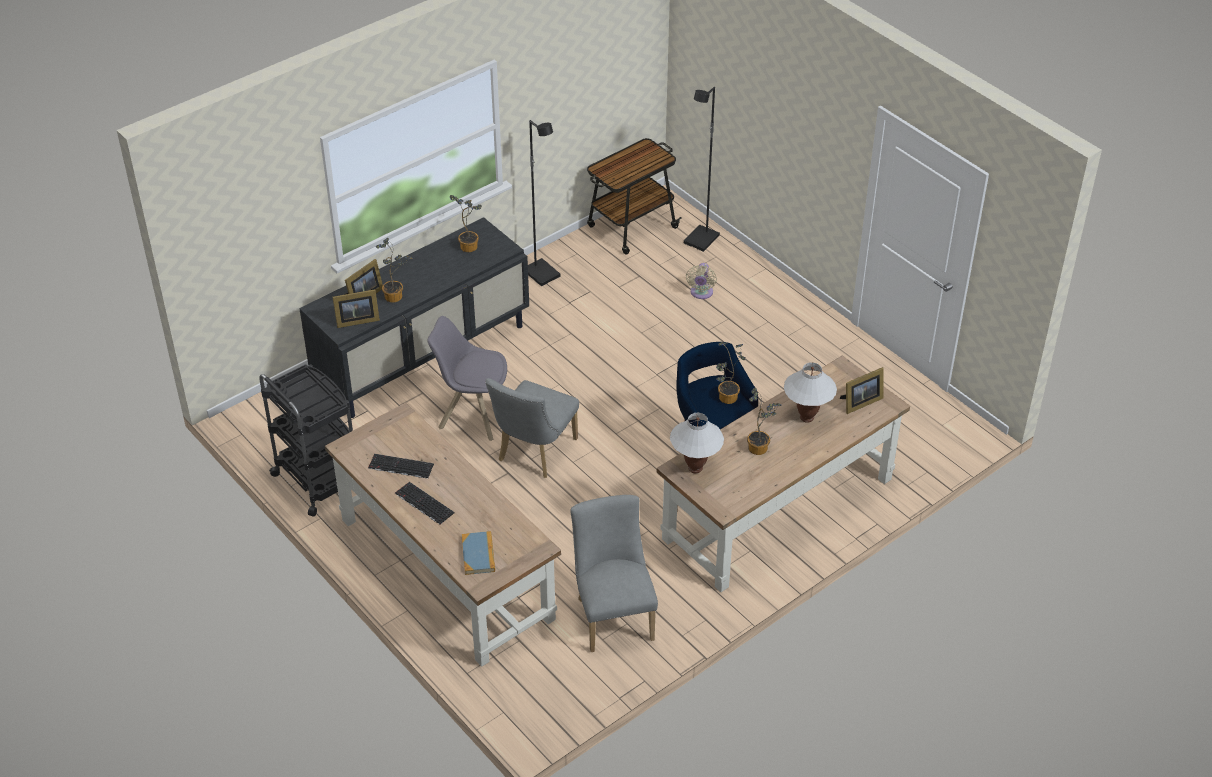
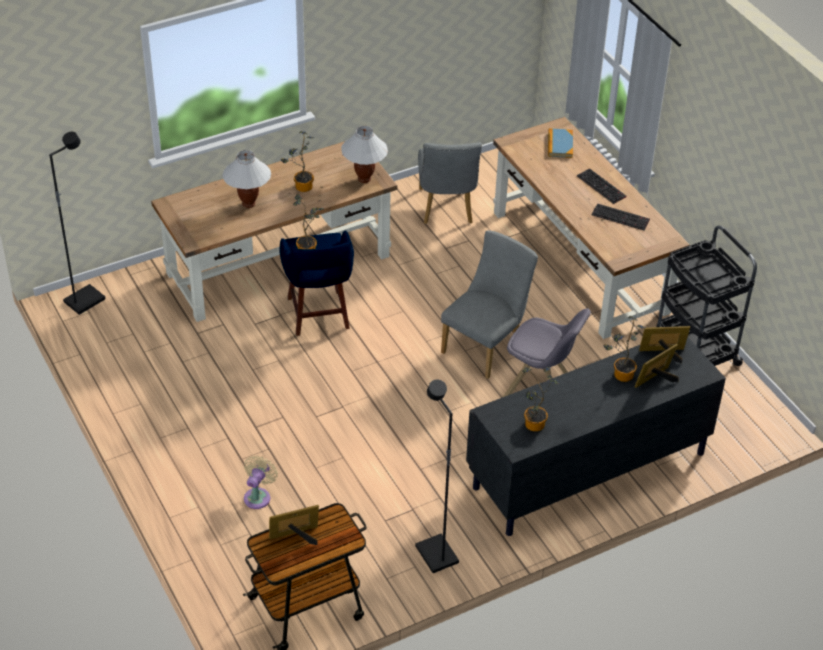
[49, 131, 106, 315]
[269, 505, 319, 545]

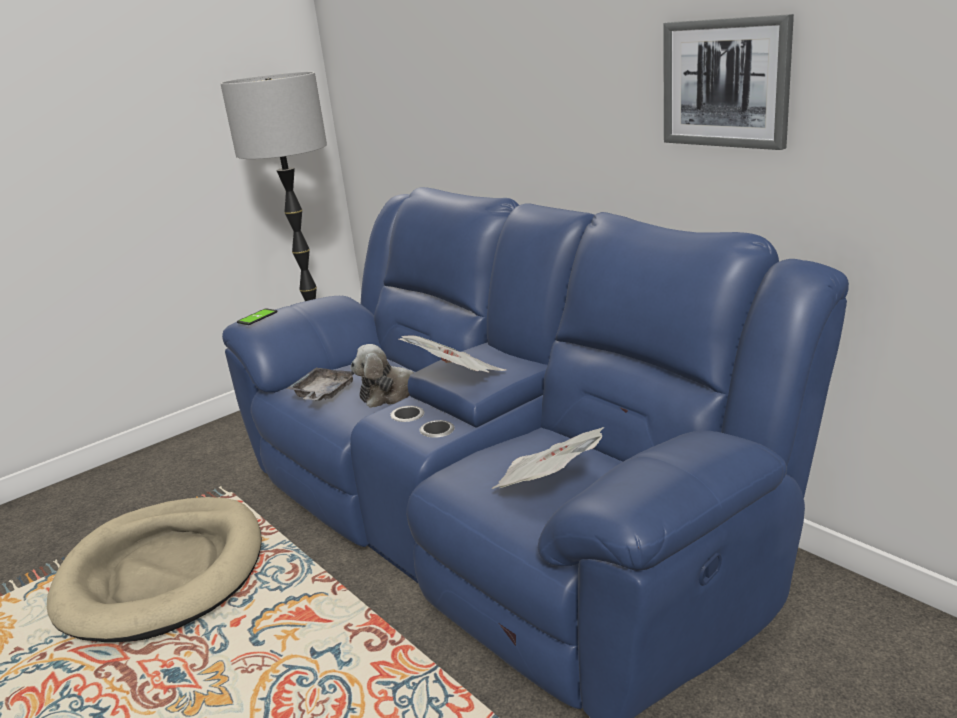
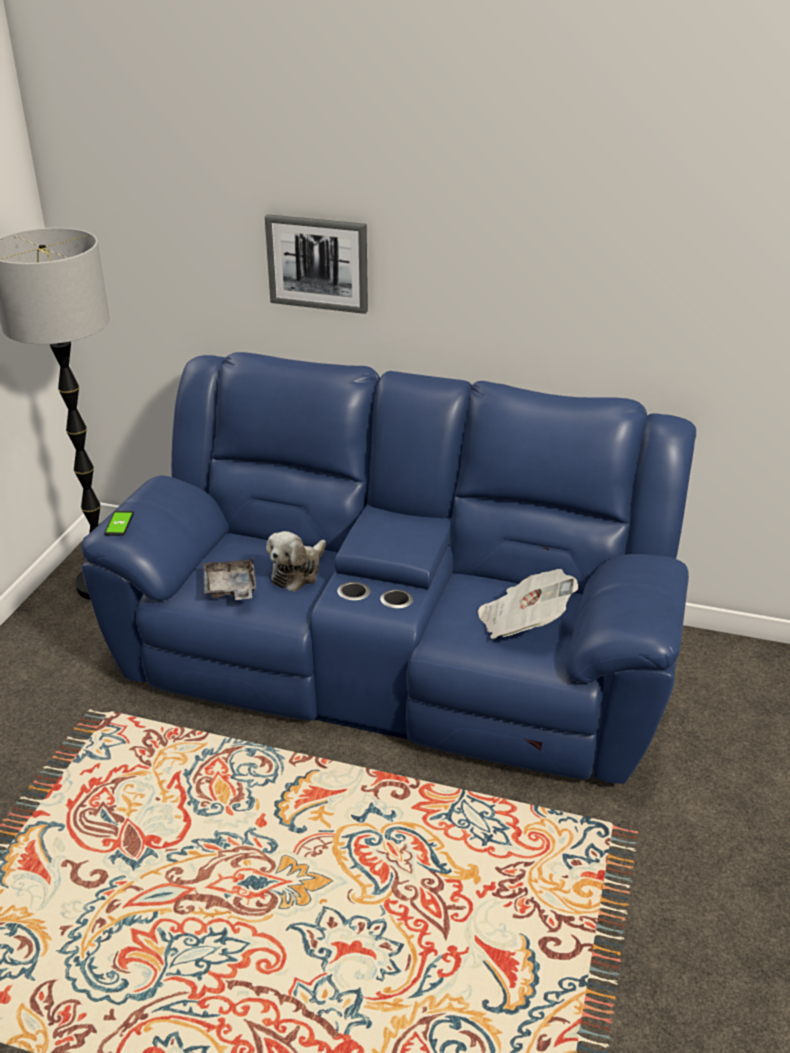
[47, 497, 262, 642] (first image)
[399, 335, 506, 373] (first image)
[265, 214, 368, 314]

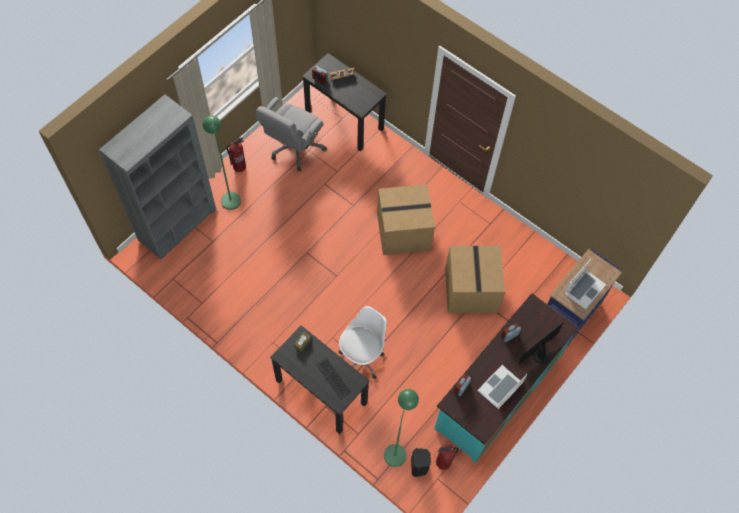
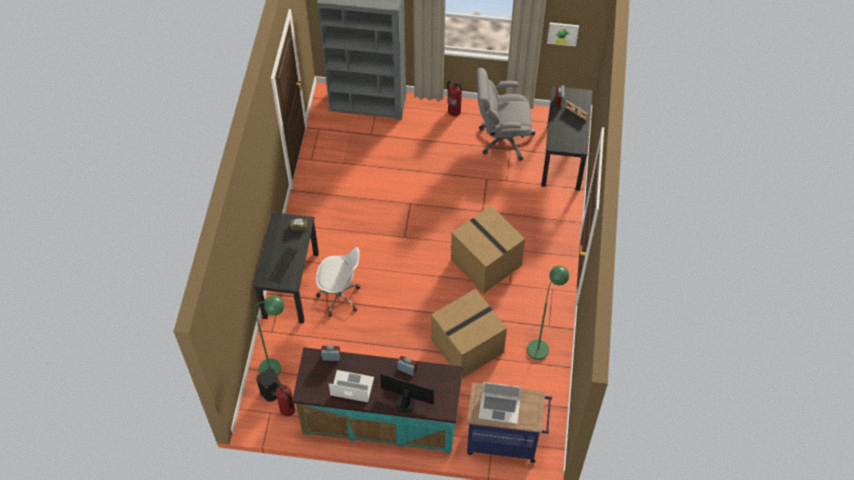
[547, 23, 579, 47]
[527, 266, 569, 360]

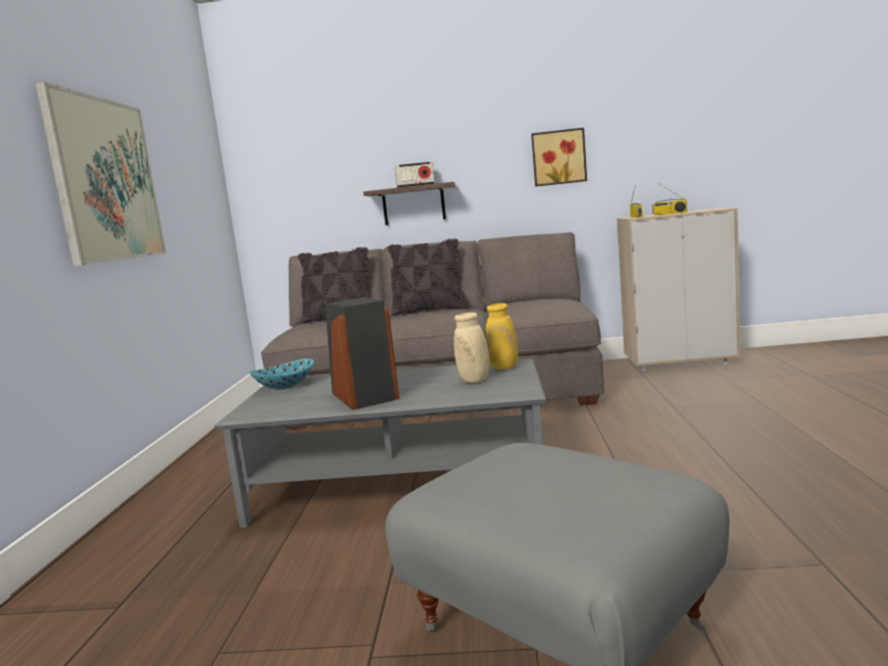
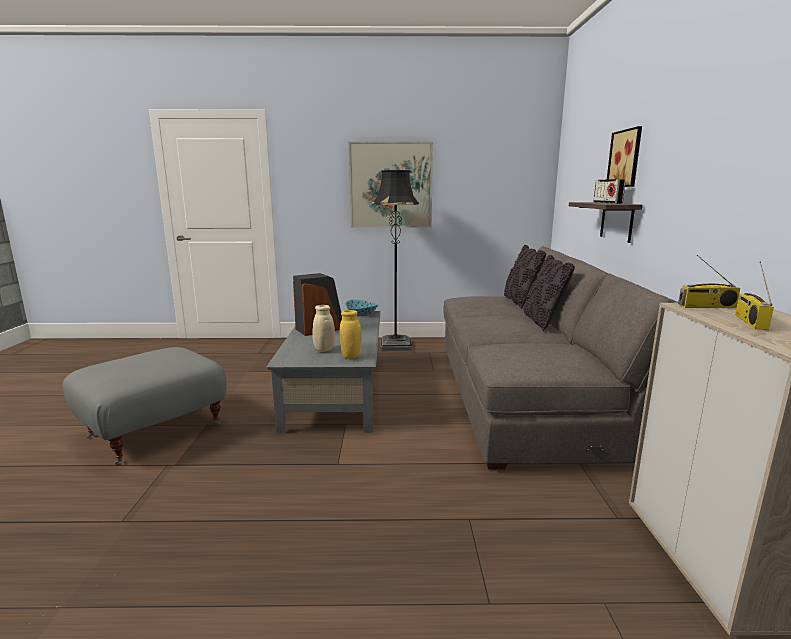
[372, 170, 419, 352]
[607, 126, 642, 187]

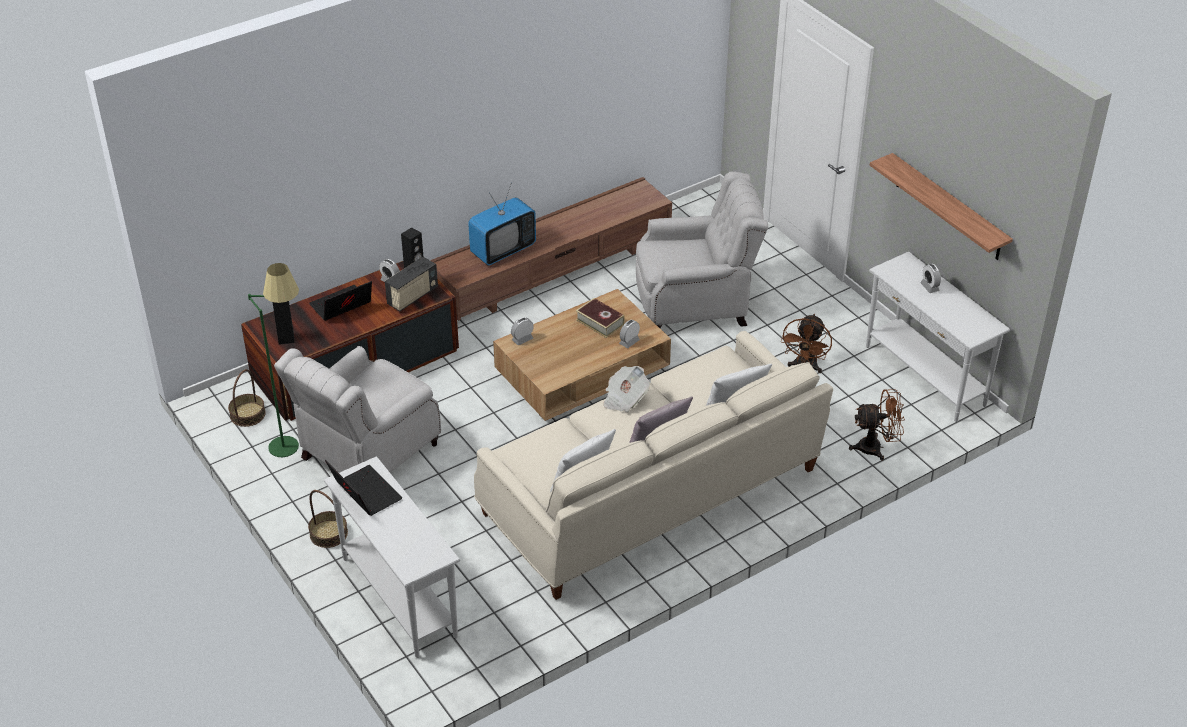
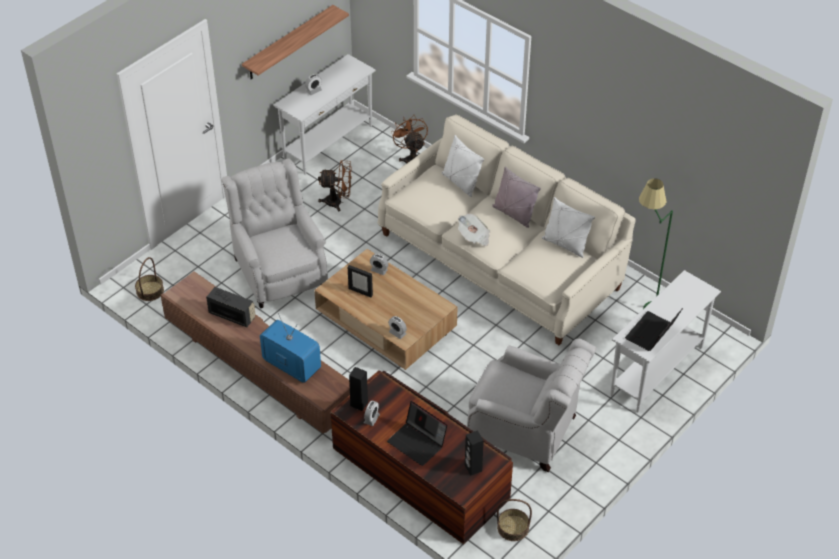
[639, 178, 673, 309]
[135, 257, 164, 301]
[206, 287, 255, 328]
[348, 265, 373, 297]

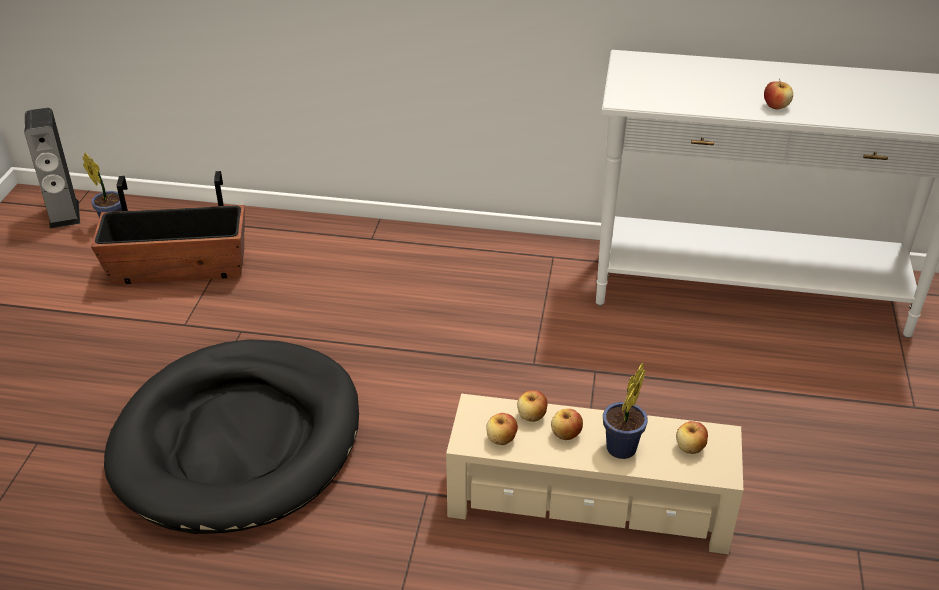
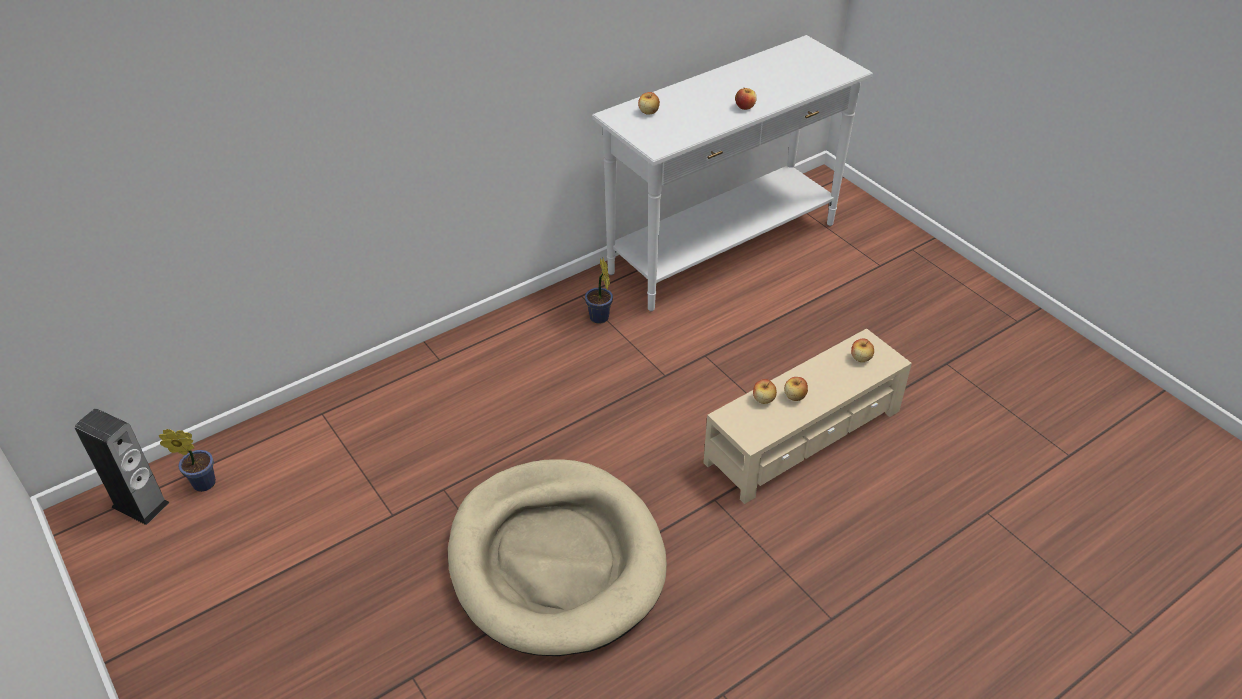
[91, 171, 245, 284] (first image)
[638, 92, 660, 115]
[585, 258, 613, 324]
[448, 459, 667, 656]

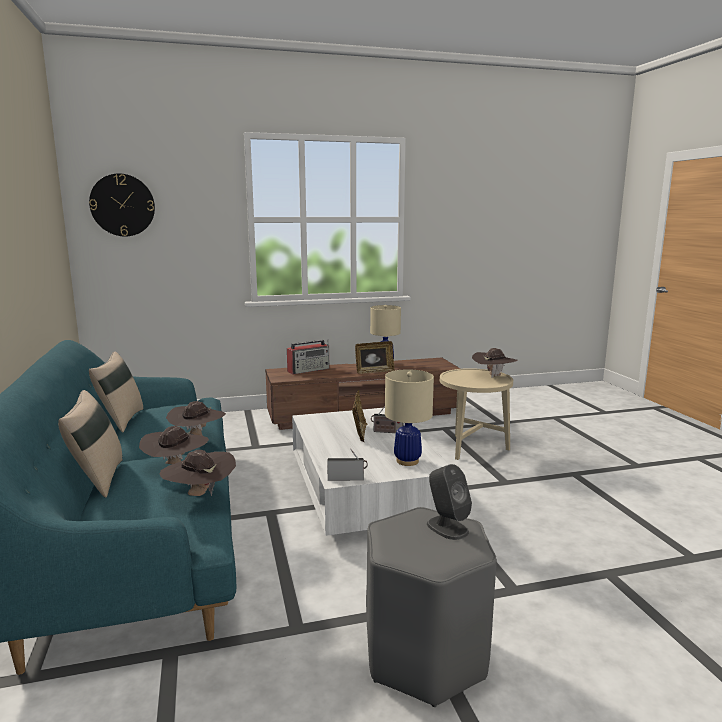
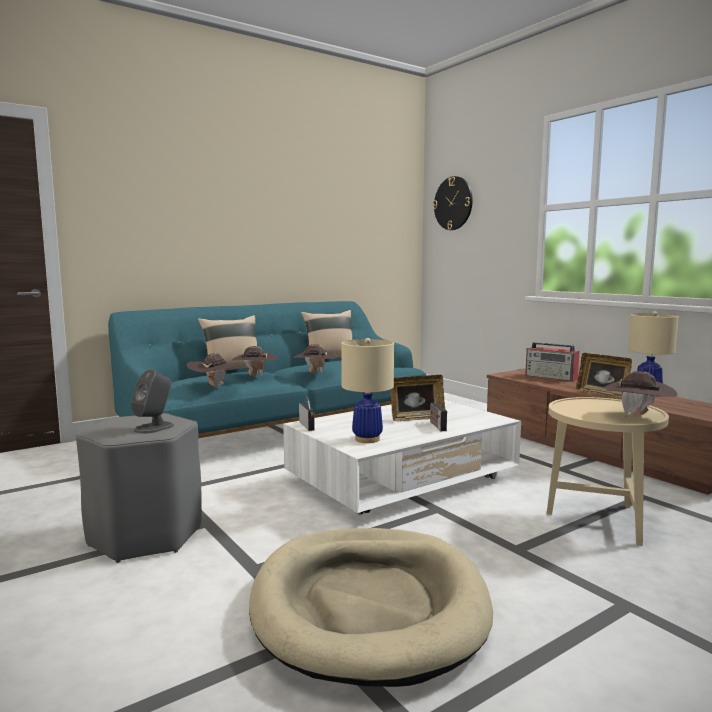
[249, 528, 493, 687]

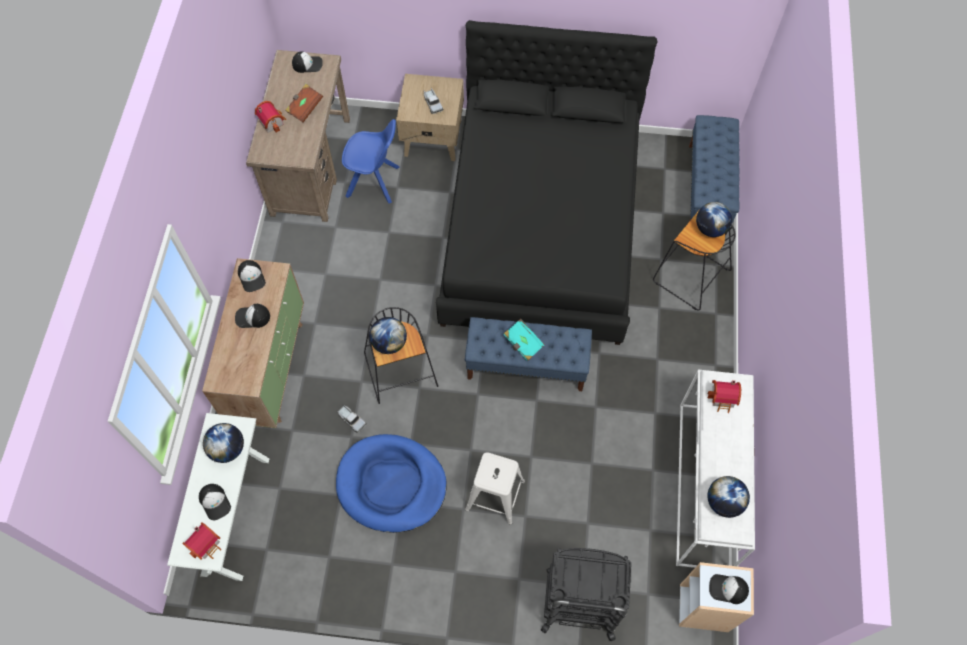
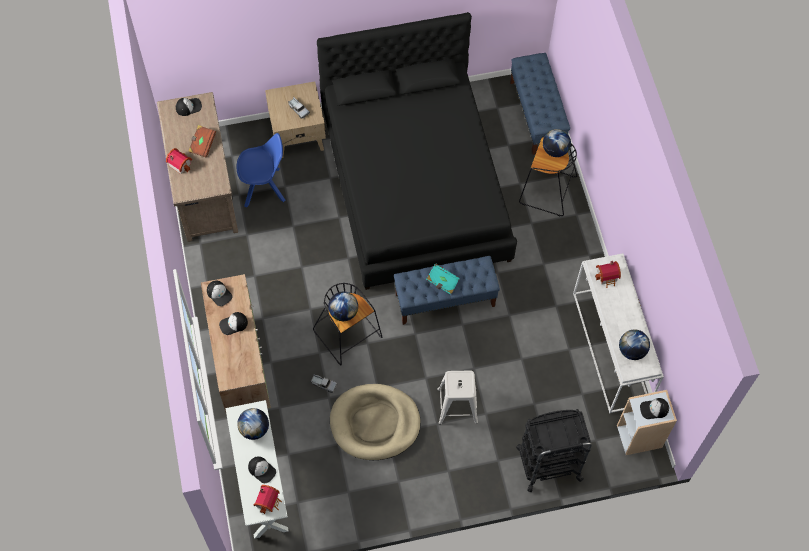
[330, 384, 421, 460]

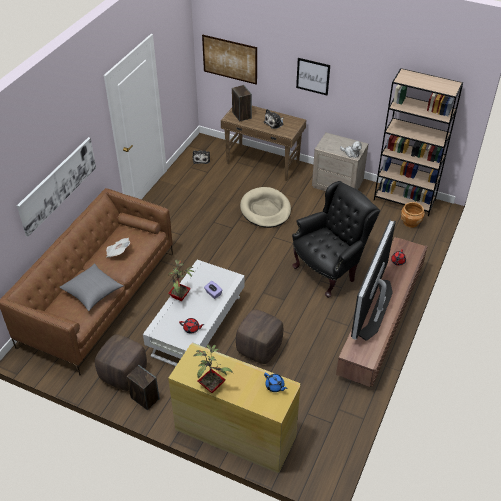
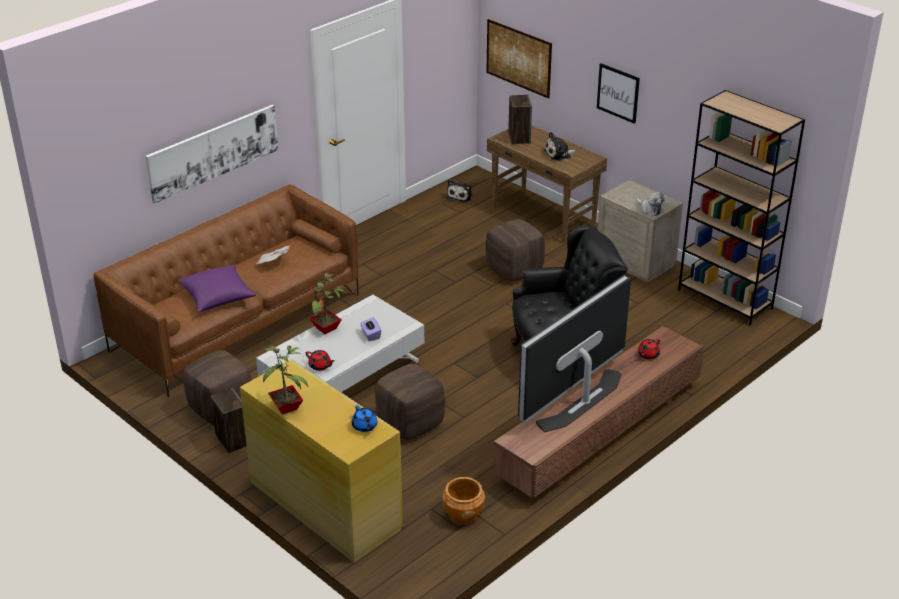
[442, 477, 485, 525]
[486, 219, 545, 281]
[178, 265, 256, 312]

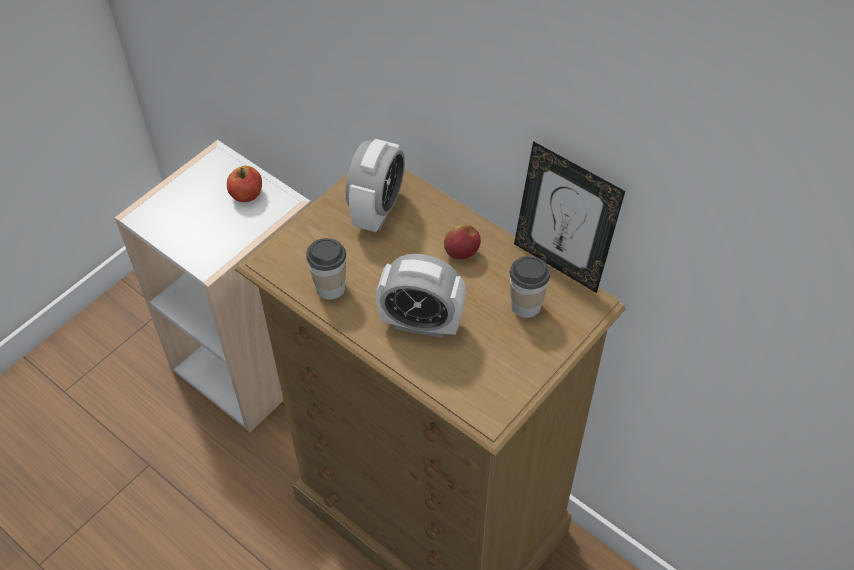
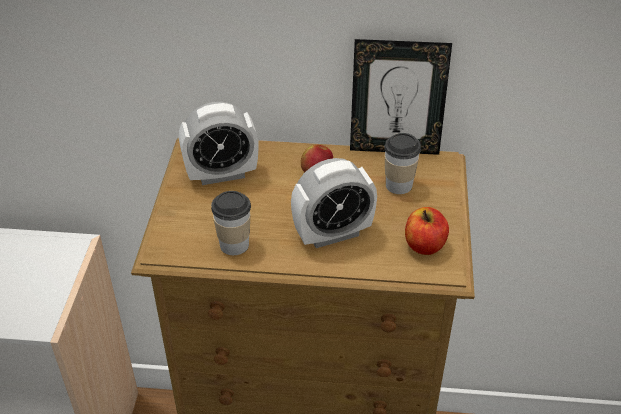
[405, 207, 449, 255]
[179, 102, 259, 185]

